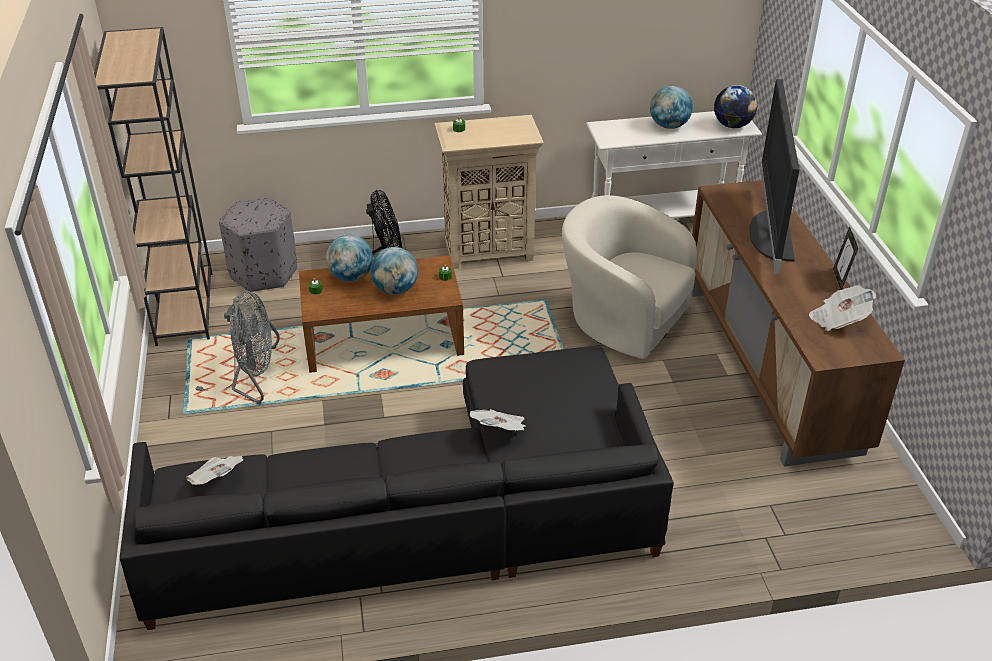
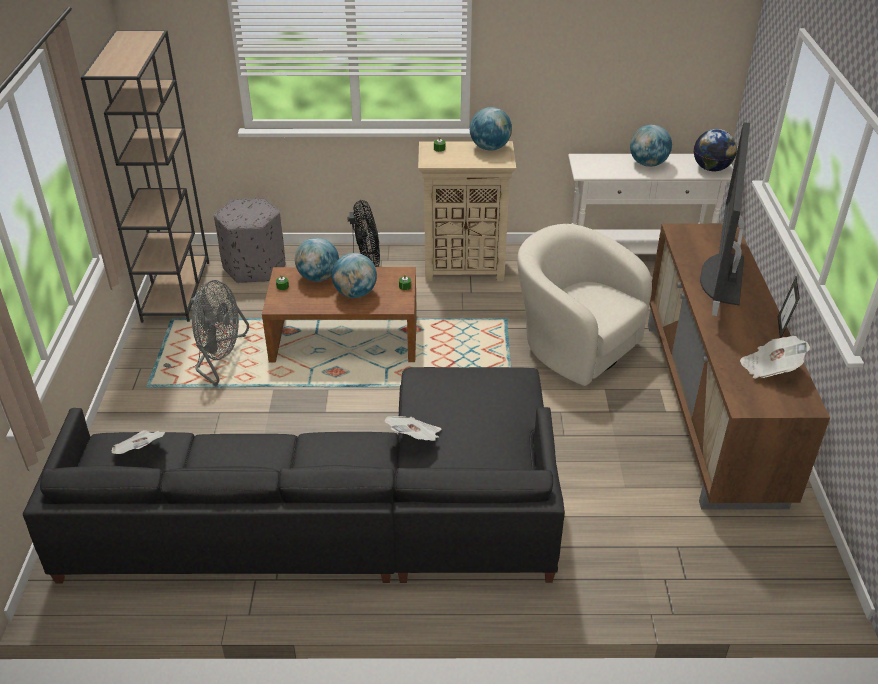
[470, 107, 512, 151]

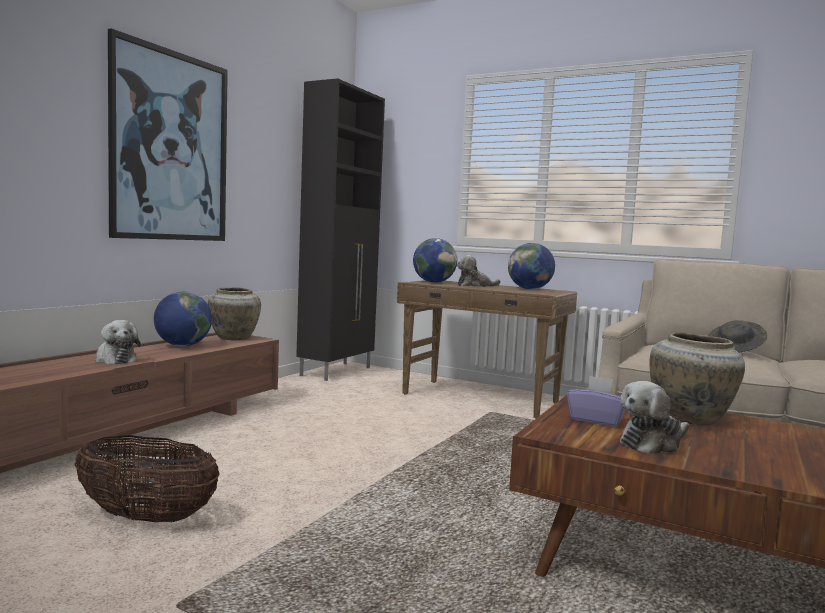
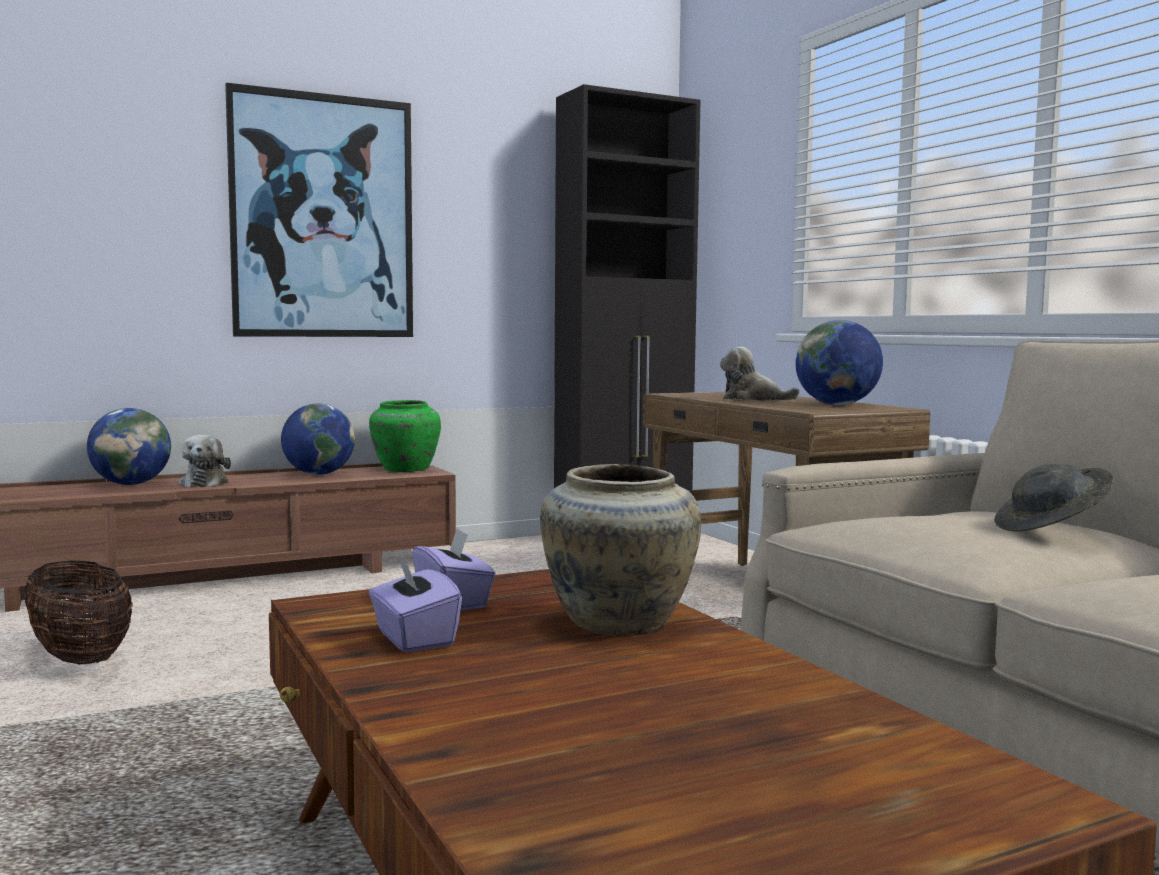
[87, 408, 171, 485]
[369, 555, 462, 653]
[369, 400, 441, 472]

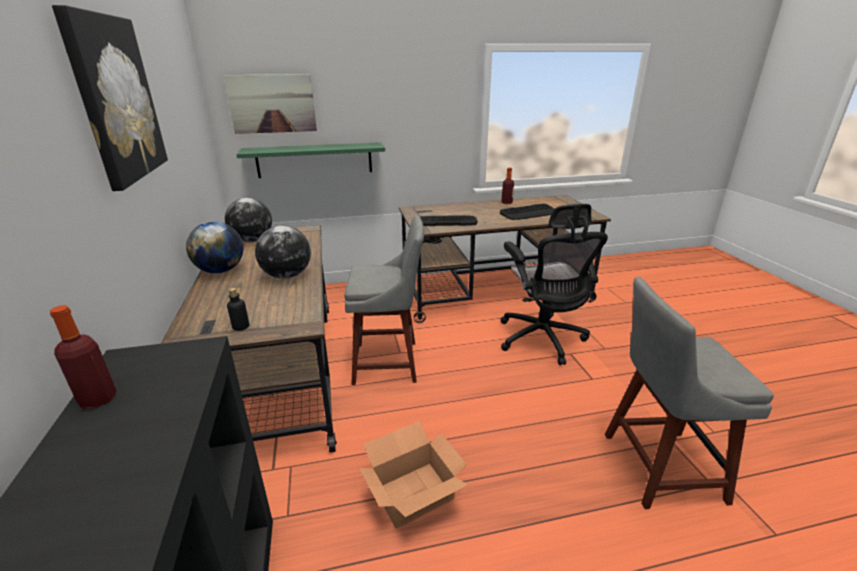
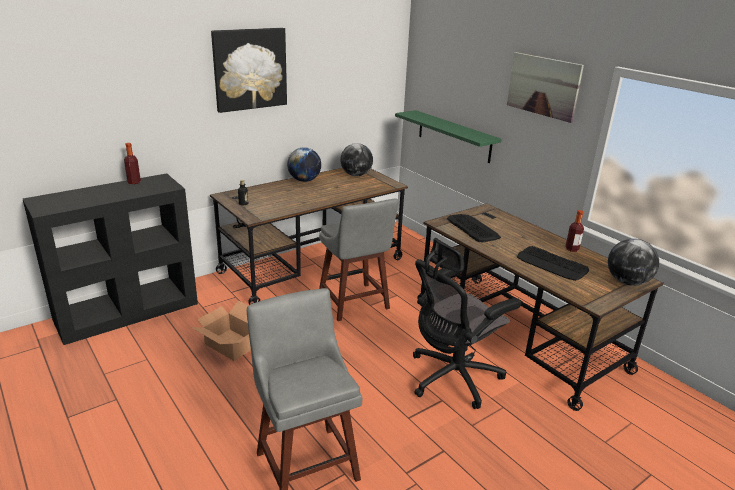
[507, 52, 584, 123]
[608, 239, 659, 286]

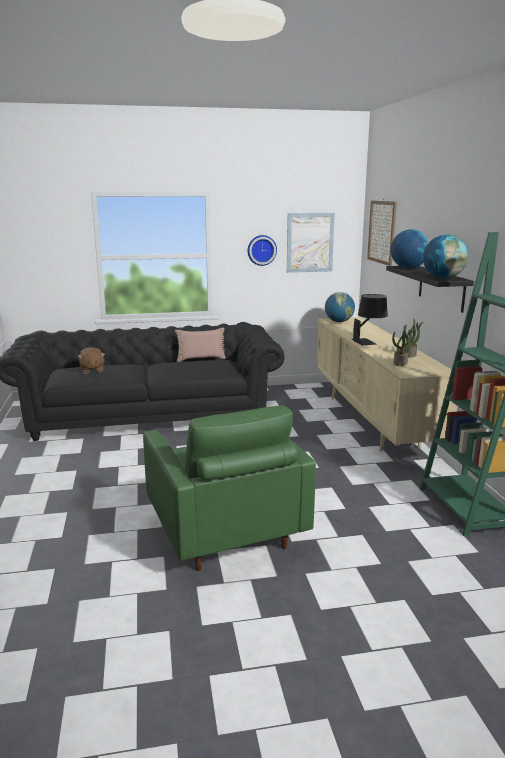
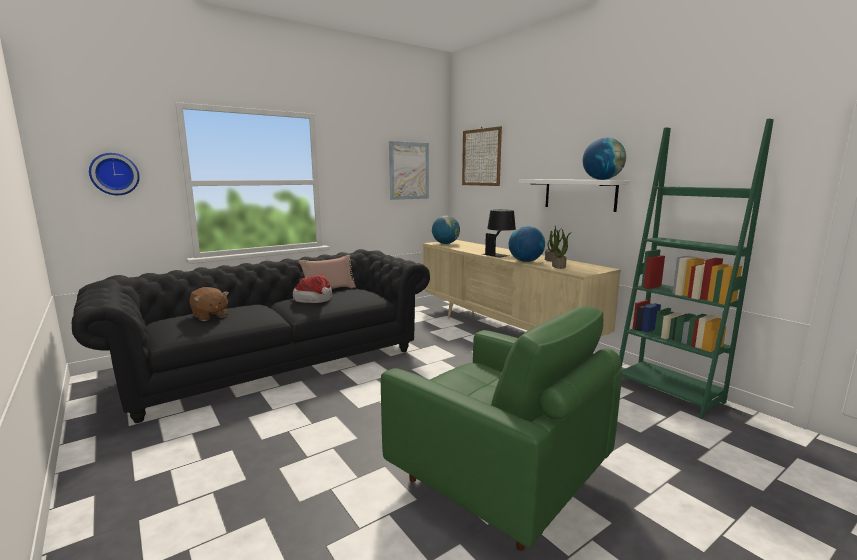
[293, 274, 332, 303]
[89, 153, 140, 195]
[509, 226, 545, 262]
[519, 179, 630, 212]

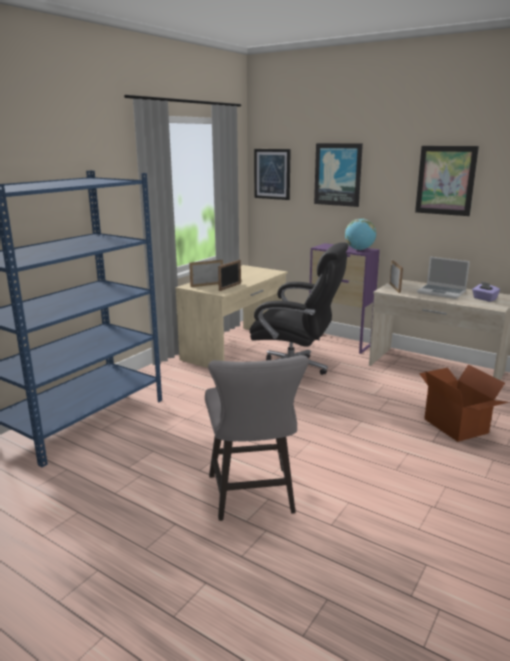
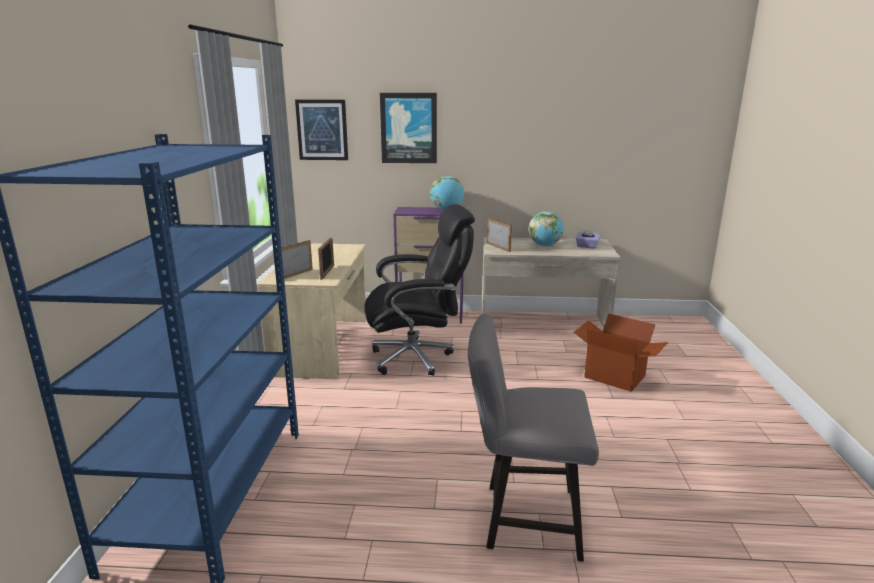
[415, 146, 479, 216] (first image)
[529, 211, 564, 246]
[468, 314, 599, 562]

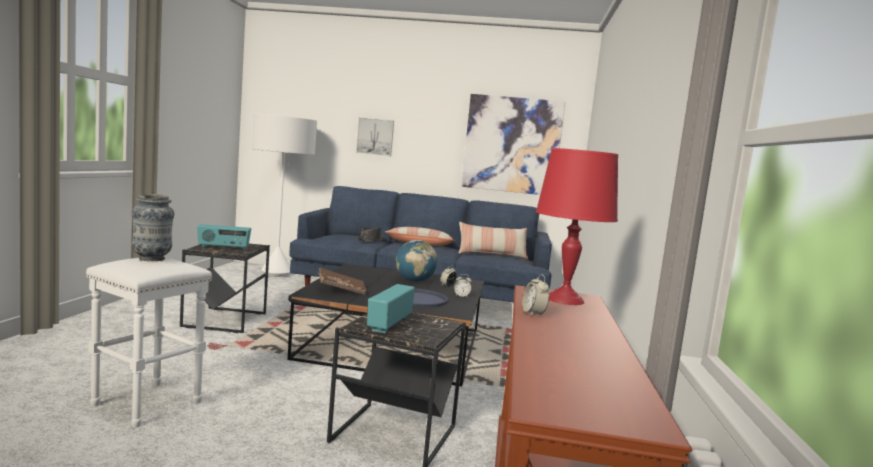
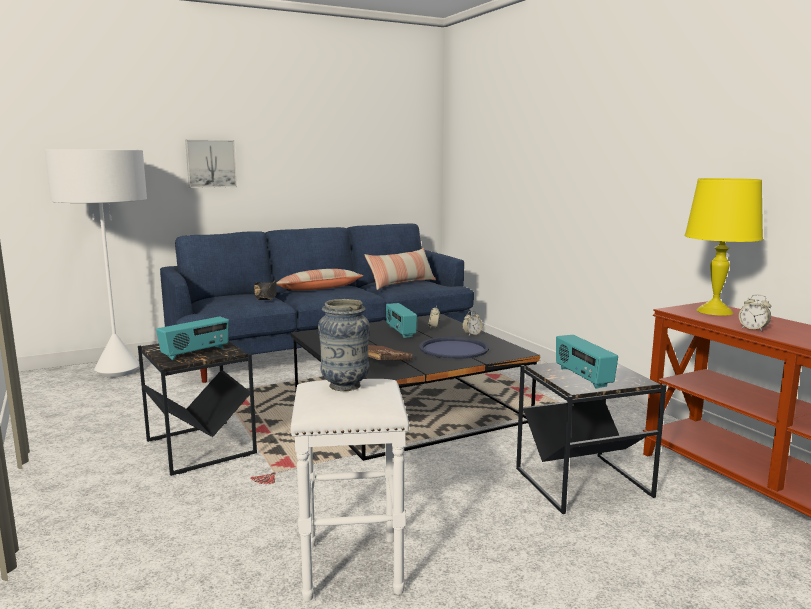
[461, 94, 565, 195] (first image)
[386, 303, 417, 338]
[685, 178, 763, 316]

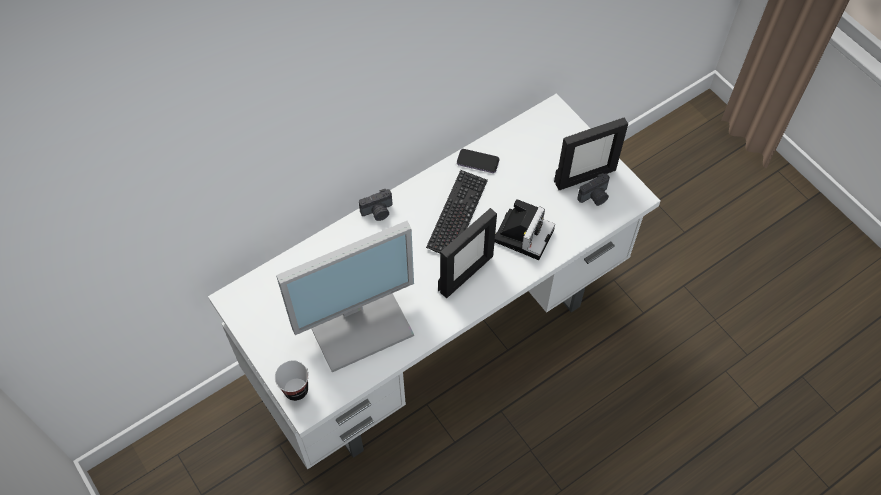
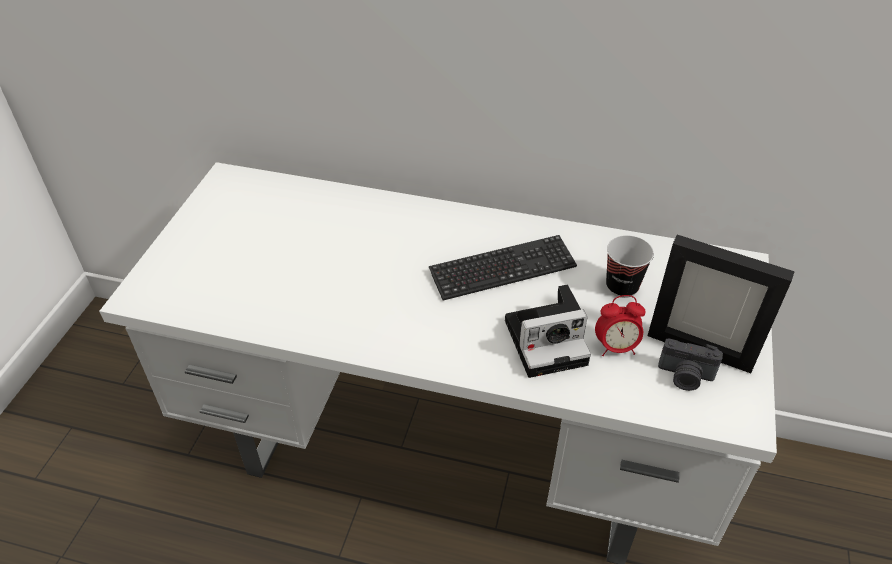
[276, 221, 414, 372] (first image)
[359, 189, 392, 221] (first image)
[438, 208, 497, 298] (first image)
[457, 149, 499, 173] (first image)
[595, 295, 646, 356]
[606, 235, 654, 298]

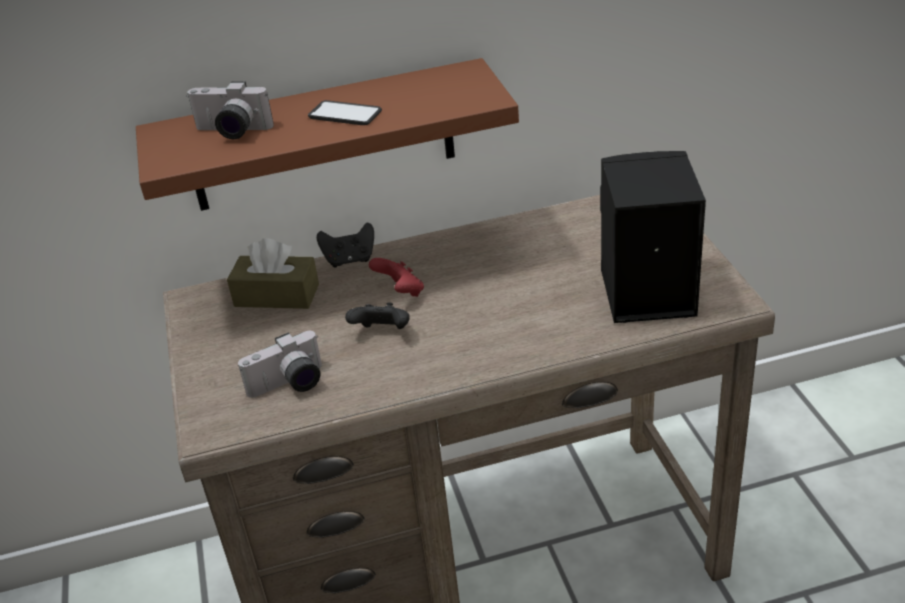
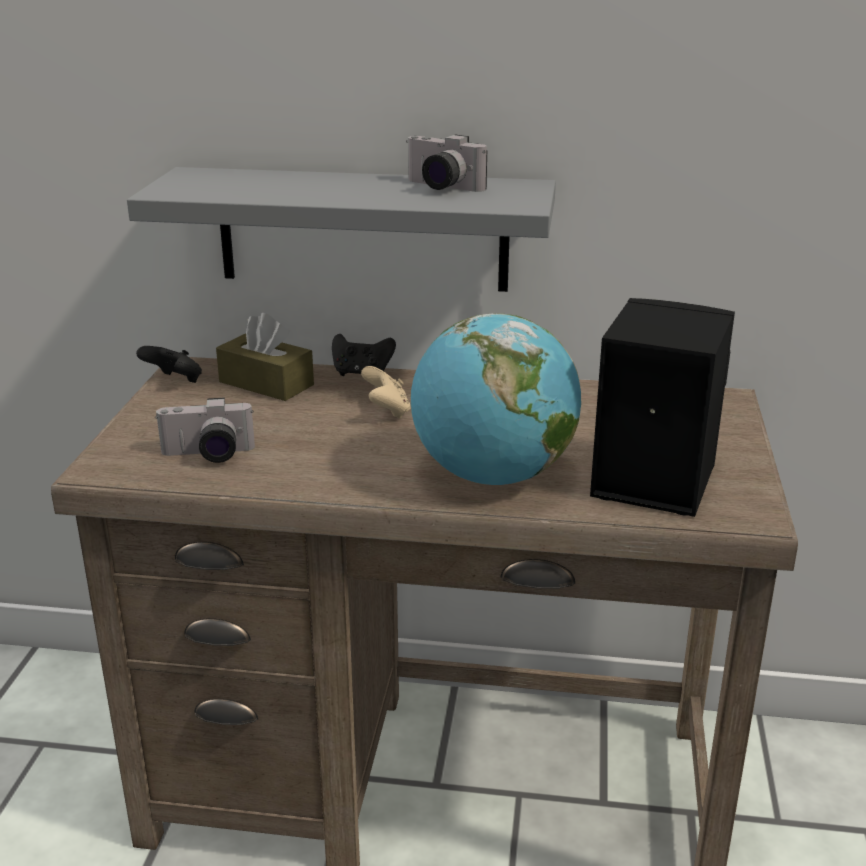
[308, 100, 382, 125] (first image)
[411, 313, 581, 485]
[406, 135, 487, 192]
[136, 346, 202, 383]
[127, 167, 556, 292]
[361, 366, 411, 419]

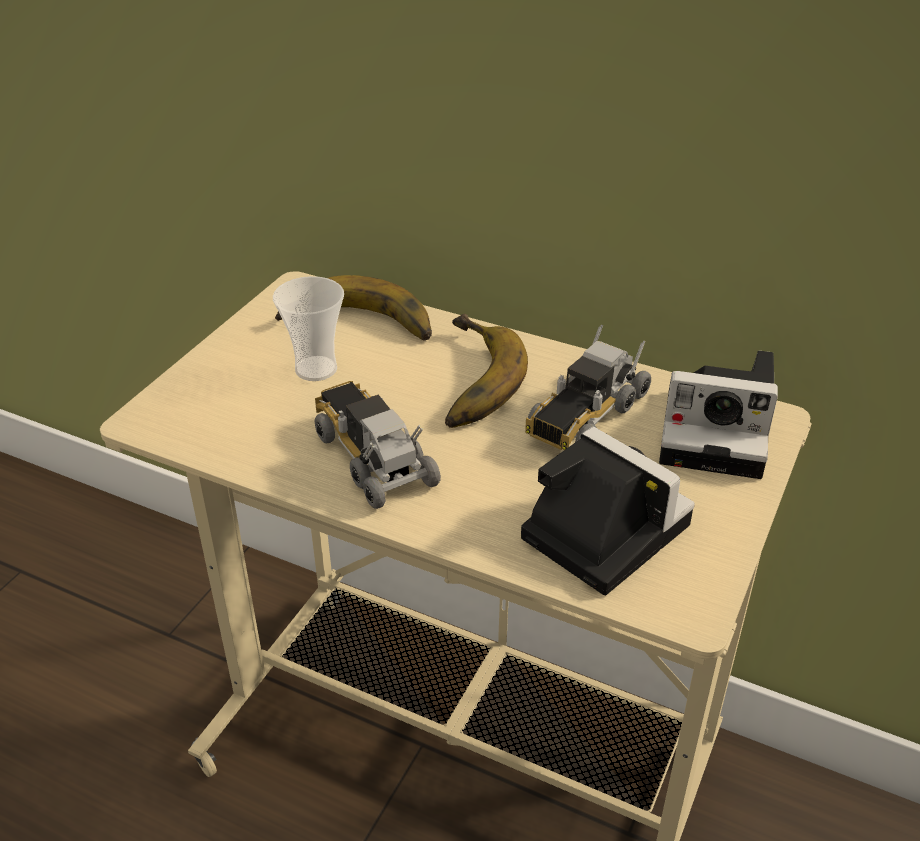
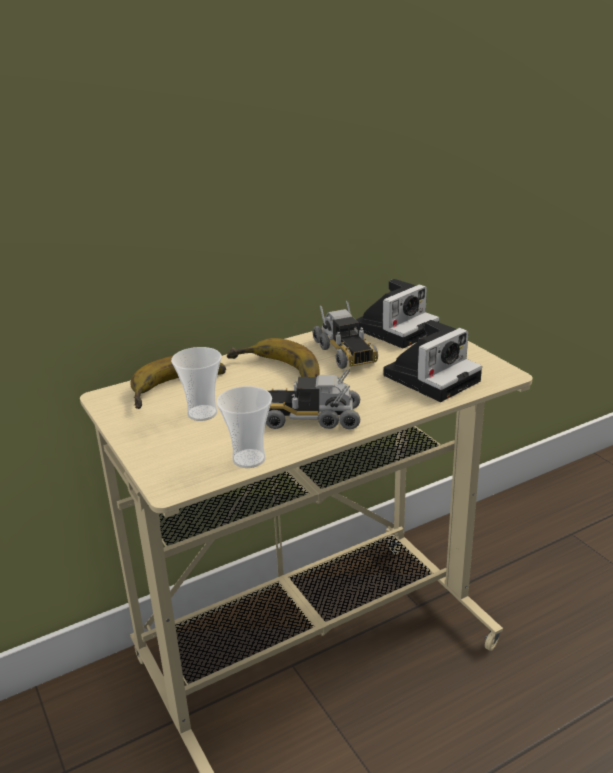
[216, 386, 272, 468]
[383, 320, 482, 402]

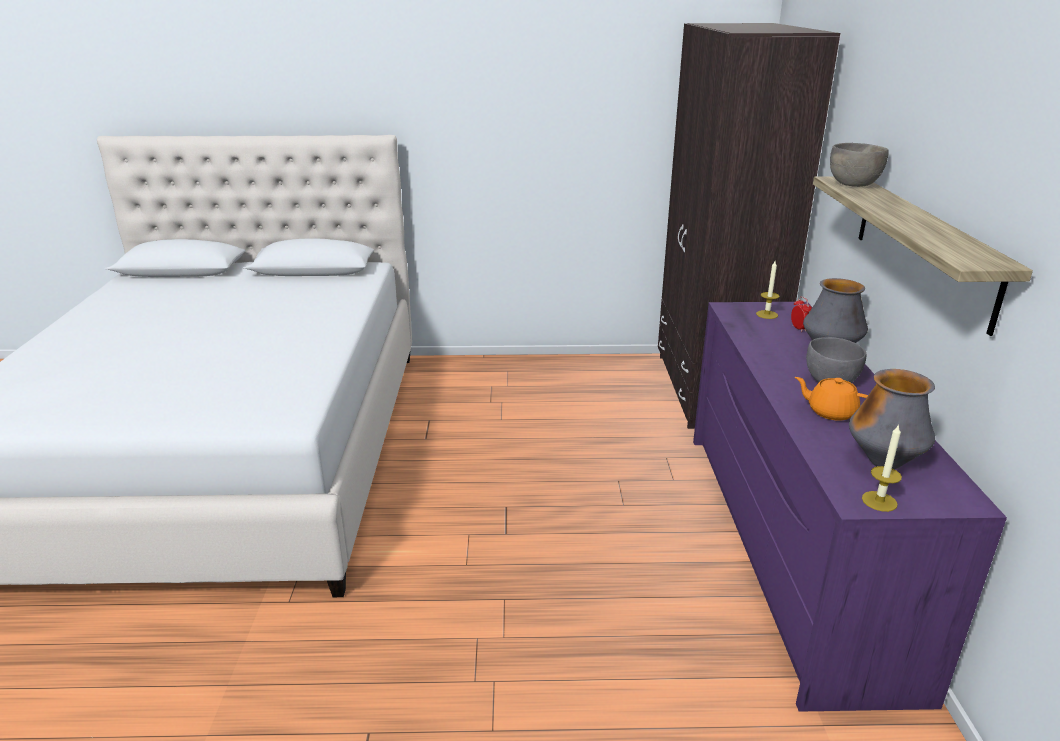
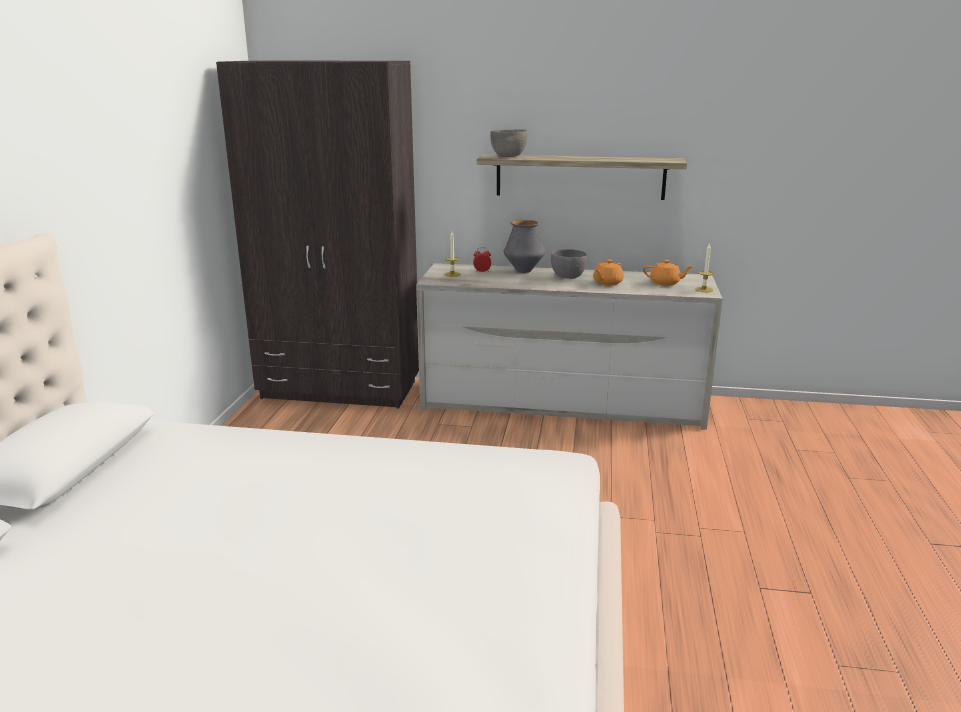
[643, 260, 693, 286]
[416, 263, 723, 430]

